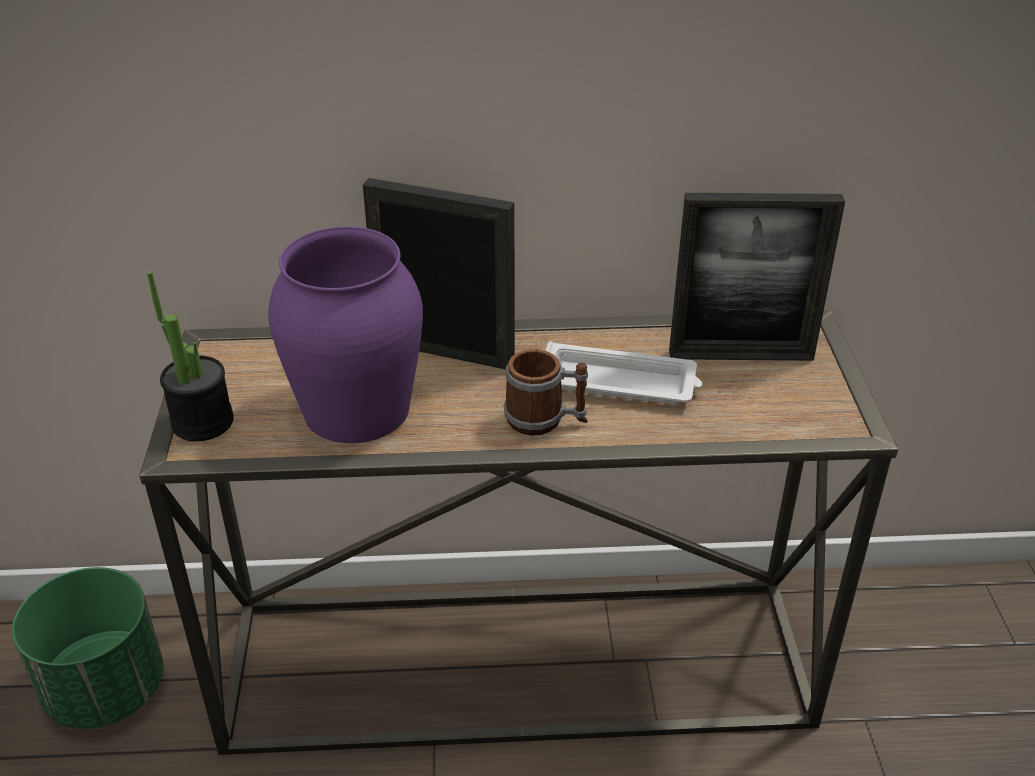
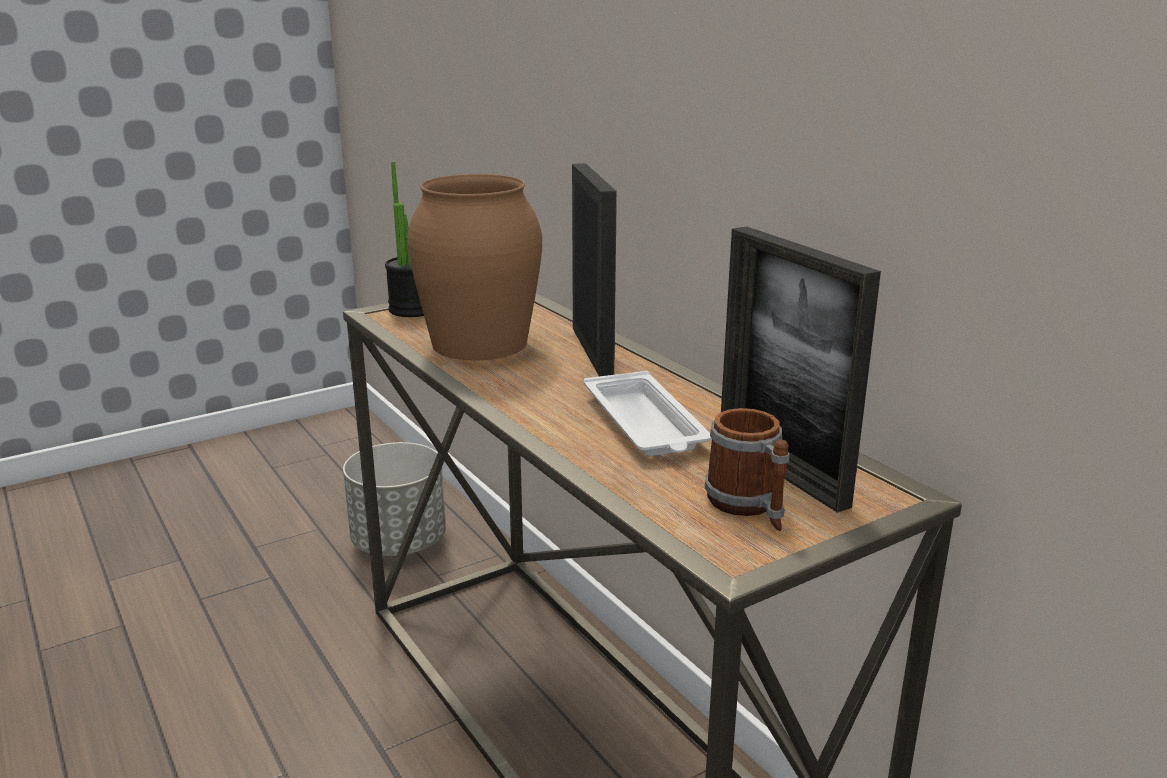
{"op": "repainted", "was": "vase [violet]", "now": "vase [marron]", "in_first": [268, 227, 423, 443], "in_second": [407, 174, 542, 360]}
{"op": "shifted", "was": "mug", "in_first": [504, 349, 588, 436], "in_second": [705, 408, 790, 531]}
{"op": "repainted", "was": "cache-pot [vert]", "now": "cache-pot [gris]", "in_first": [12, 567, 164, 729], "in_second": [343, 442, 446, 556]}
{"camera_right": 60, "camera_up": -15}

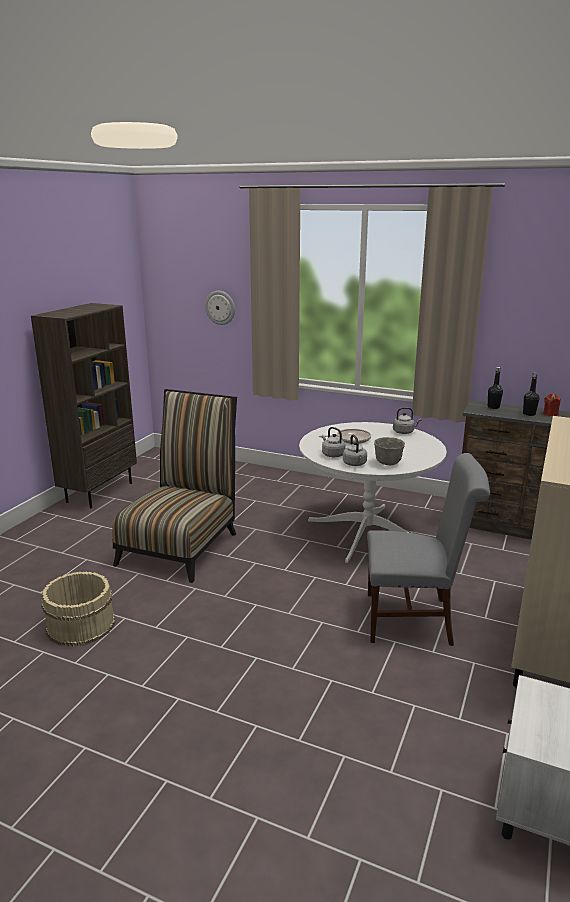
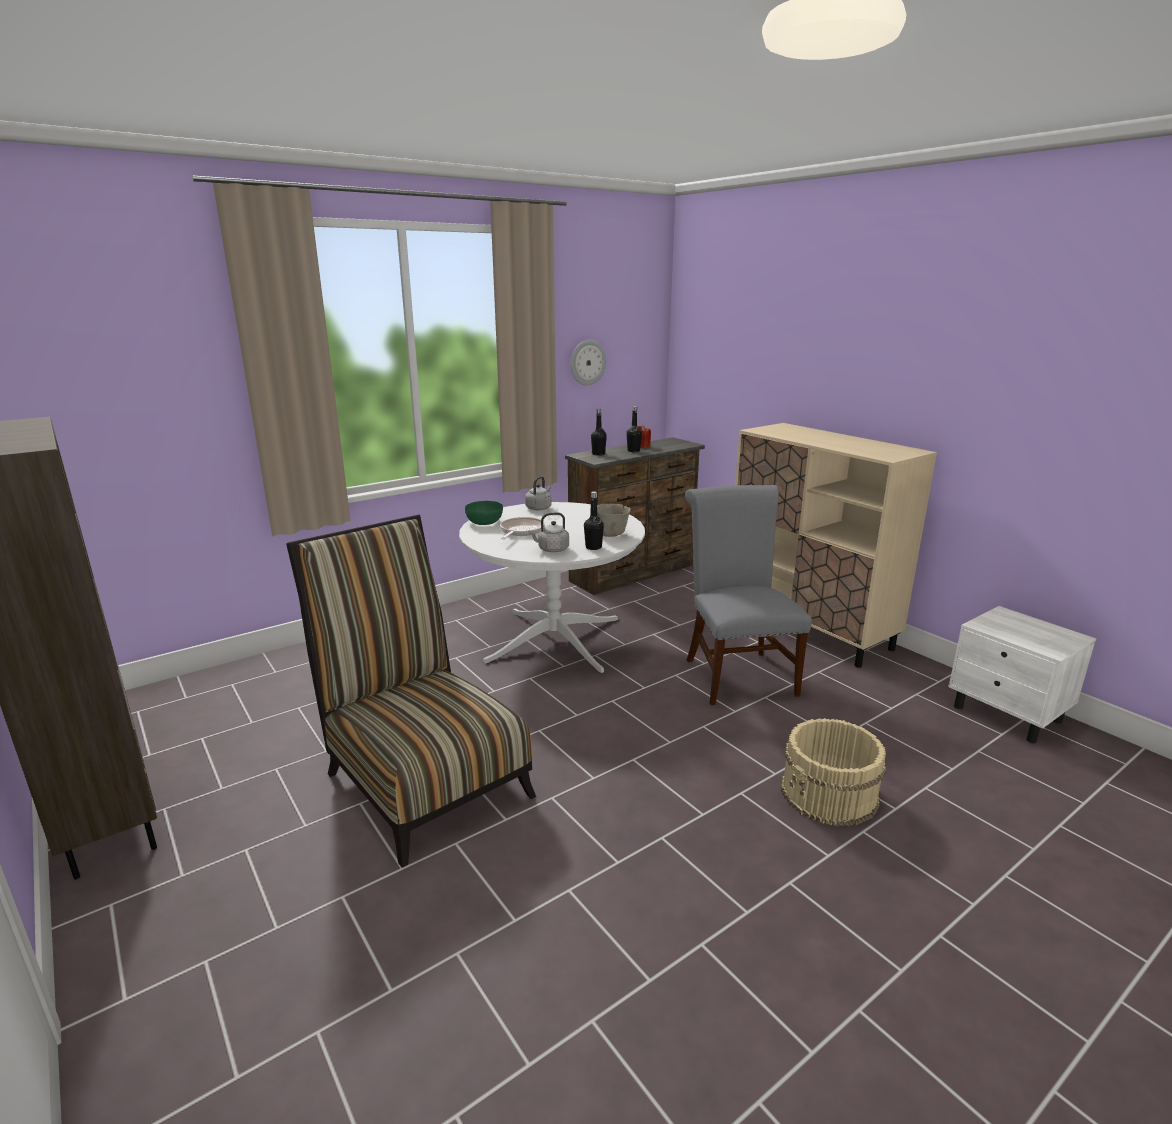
{"op": "shifted", "was": "horloge murale", "in_first": [205, 291, 235, 325], "in_second": [570, 340, 606, 386]}
{"op": "swapped", "was": "bouilloire [gris]", "now": "bouteille [noir]", "in_first": [343, 434, 367, 466], "in_second": [584, 491, 604, 550]}
{"op": "rotated", "was": "chaise [gris]", "in_first": [367, 453, 490, 646], "in_second": [685, 485, 812, 705], "clockwise": -45}
{"op": "shifted", "was": "seau [beige]", "in_first": [41, 572, 115, 646], "in_second": [781, 718, 886, 827]}
{"op": "new", "now": "bol [vert]", "in_second": [465, 501, 503, 525]}
{"camera_right": -60, "camera_up": 0}

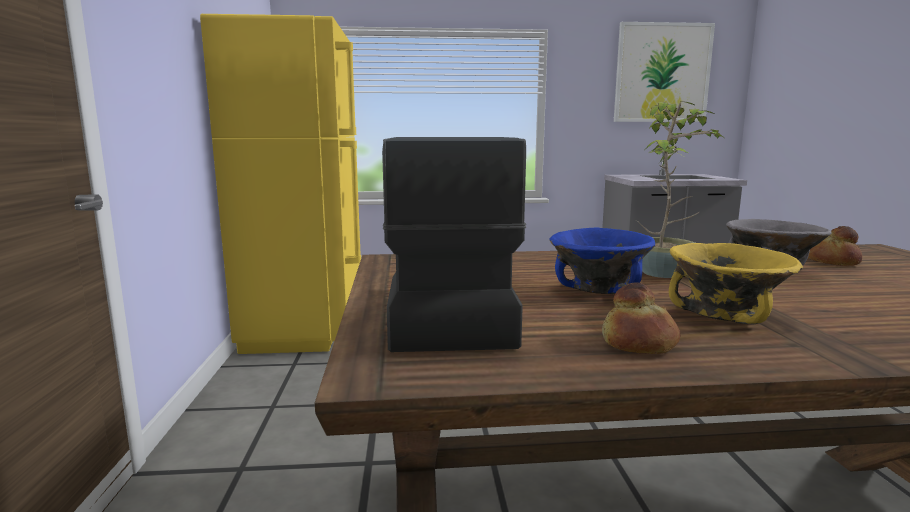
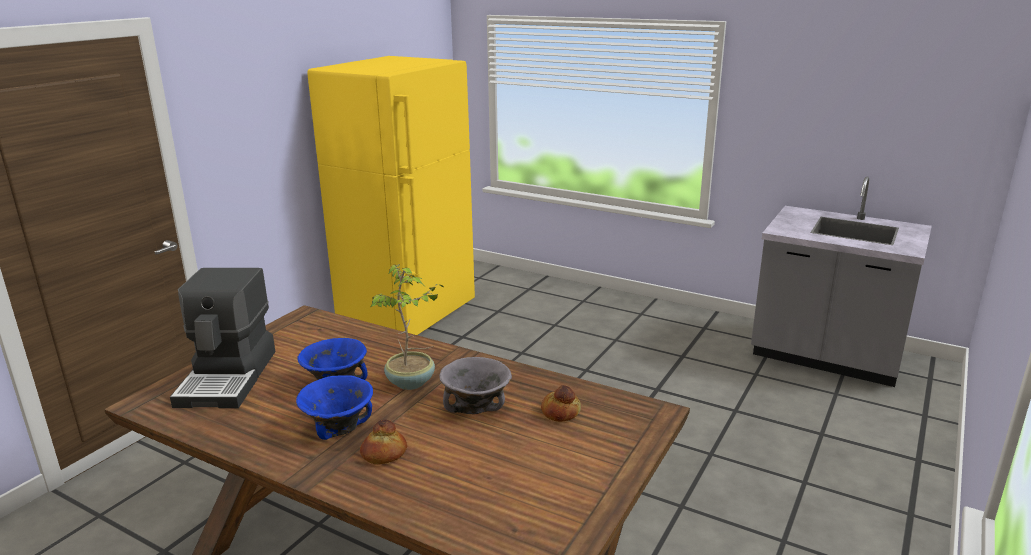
{"op": "gone", "was": "tableau", "in_first": [614, 22, 715, 122]}
{"op": "rotated", "was": "machine à café", "in_first": [382, 137, 526, 352], "in_second": [170, 268, 275, 408], "clockwise": 150}
{"op": "repainted", "was": "bol [jaune]", "now": "bol [bleu]", "in_first": [669, 243, 803, 324], "in_second": [296, 375, 373, 440]}
{"op": "shifted", "was": "pain", "in_first": [602, 283, 680, 354], "in_second": [360, 419, 407, 465]}
{"camera_right": 35, "camera_up": 10}

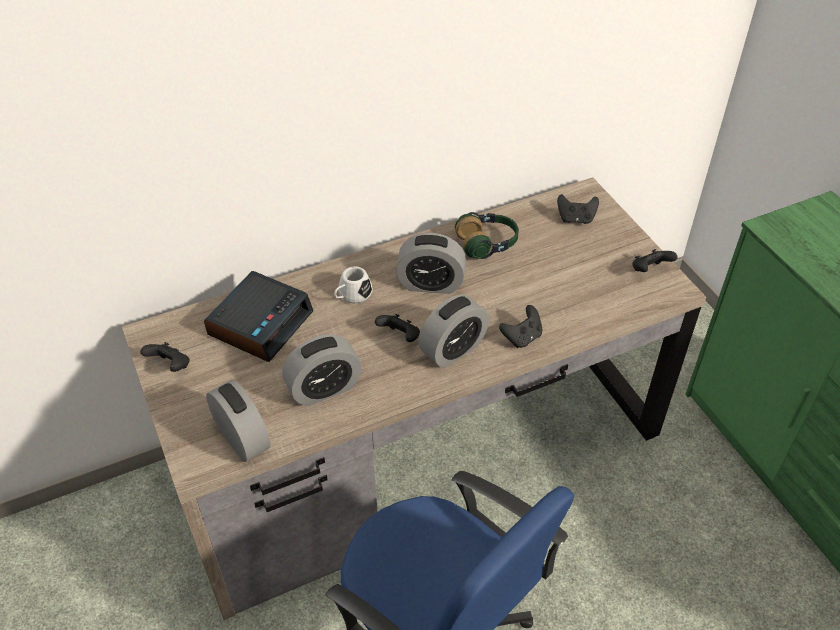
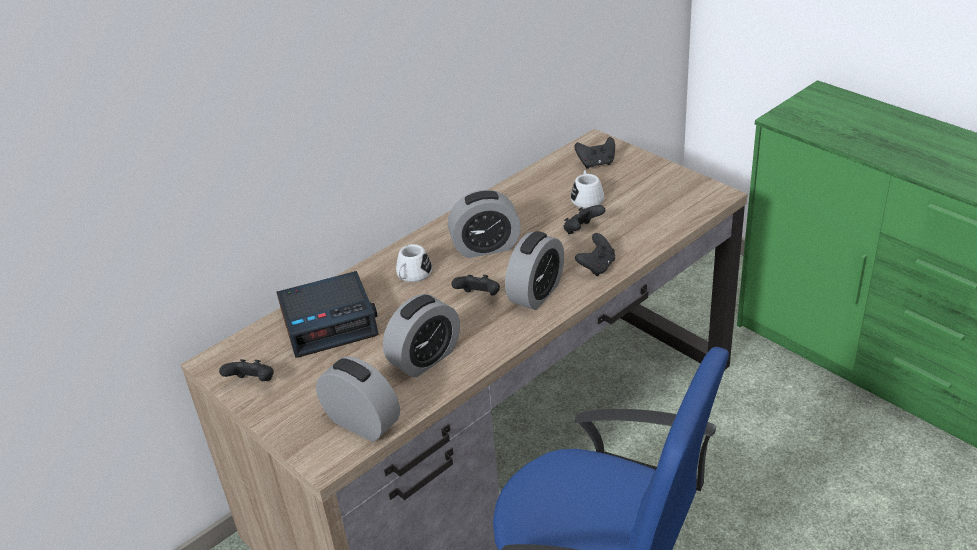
{"op": "gone", "was": "casque audio", "in_first": [455, 212, 519, 259]}
{"op": "shifted", "was": "manette [noir]", "in_first": [632, 249, 677, 272], "in_second": [563, 205, 605, 234]}
{"op": "rotated", "was": "réveil", "in_first": [204, 271, 313, 362], "in_second": [277, 271, 379, 357], "clockwise": 60}
{"op": "new", "now": "mug [blanc]", "in_second": [571, 170, 604, 209]}
{"camera_right": -15, "camera_up": -10}

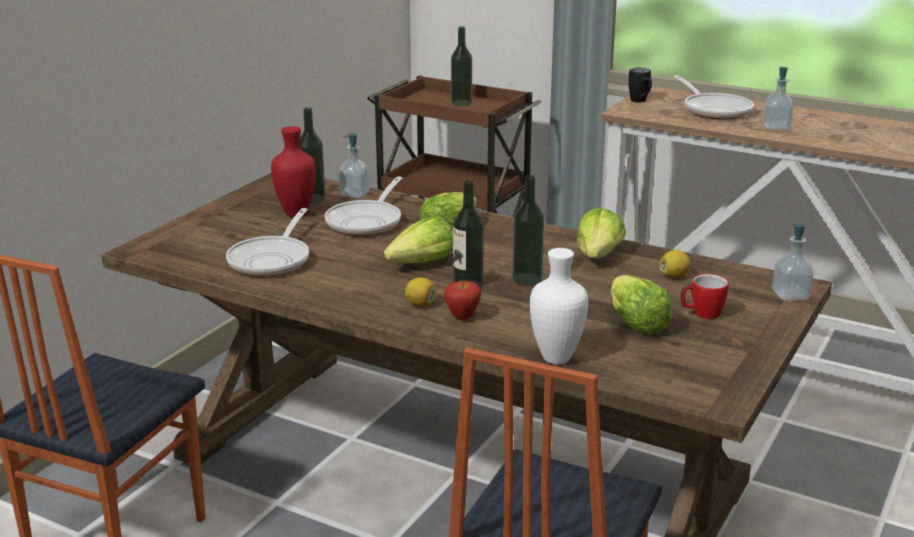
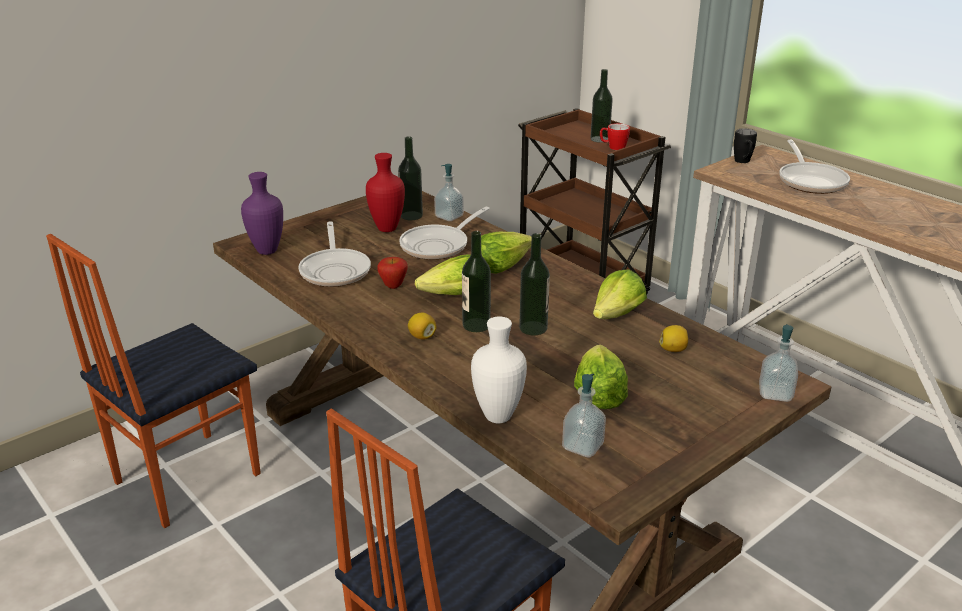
{"op": "shifted", "was": "distributeur de savon", "in_first": [763, 67, 793, 131], "in_second": [562, 374, 606, 458]}
{"op": "rotated", "was": "poêle", "in_first": [226, 208, 309, 277], "in_second": [298, 221, 371, 287], "clockwise": -45}
{"op": "shifted", "was": "mug", "in_first": [681, 274, 729, 319], "in_second": [600, 123, 630, 150]}
{"op": "shifted", "was": "pomme", "in_first": [444, 281, 481, 320], "in_second": [378, 257, 408, 289]}
{"op": "new", "now": "vase [violet]", "in_second": [241, 172, 283, 255]}
{"camera_right": 20, "camera_up": 5}

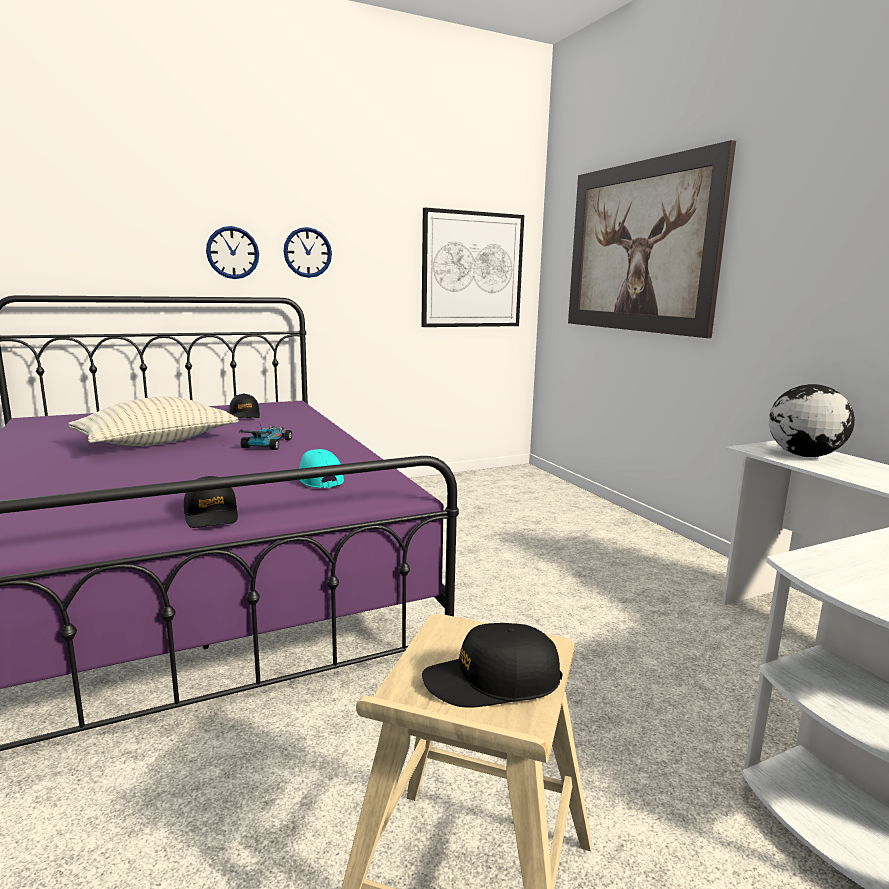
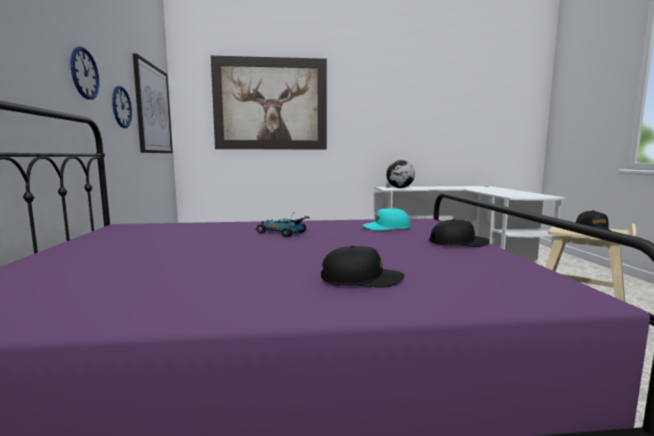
{"op": "shifted", "was": "horloge murale", "in_first": [206, 226, 259, 279], "in_second": [112, 86, 132, 128]}
{"op": "shifted", "was": "casquette [noir]", "in_first": [229, 393, 260, 419], "in_second": [321, 246, 404, 288]}
{"op": "gone", "was": "coussin", "in_first": [68, 397, 239, 446]}
{"camera_right": -70, "camera_up": -5}

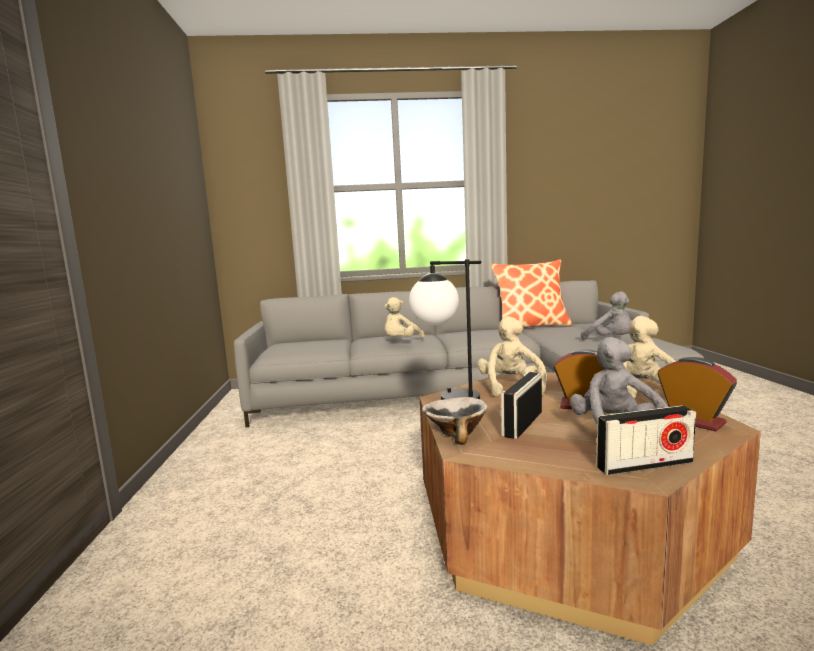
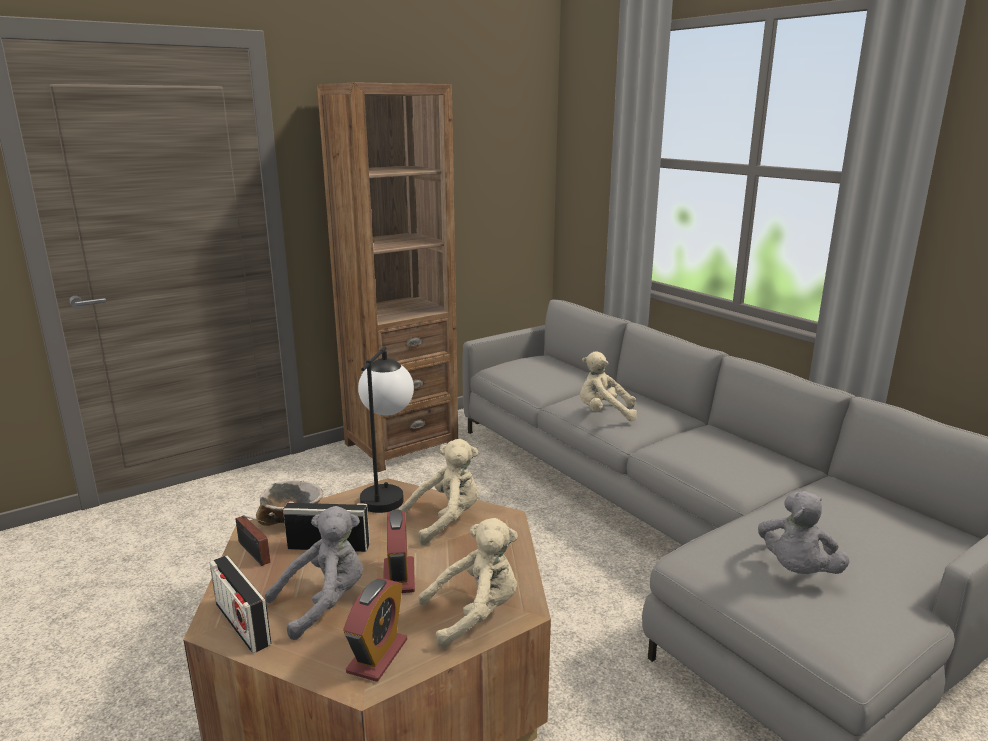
{"op": "gone", "was": "coussin", "in_first": [491, 259, 572, 327]}
{"op": "new", "now": "bibliothèque [marron]", "in_second": [317, 82, 458, 472]}
{"op": "new", "now": "radio", "in_second": [236, 515, 270, 566]}
{"camera_right": 60, "camera_up": 10}

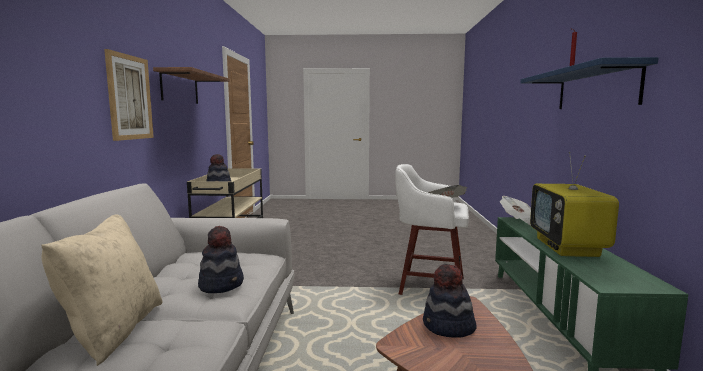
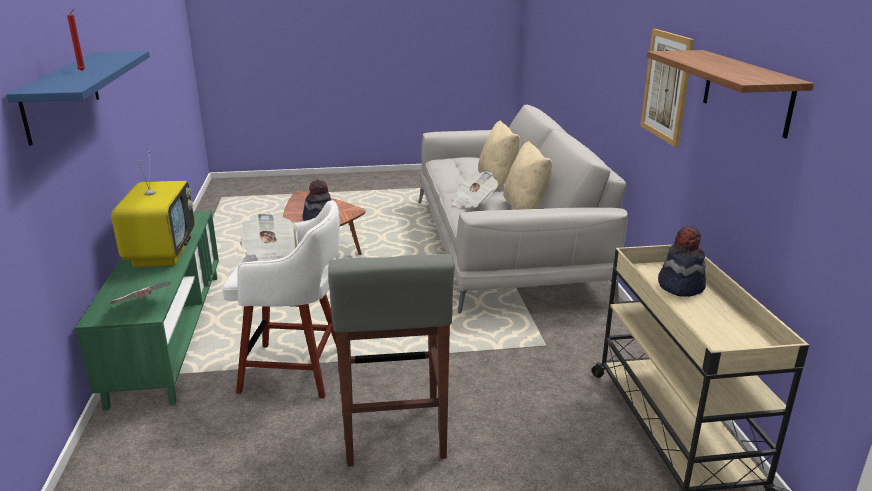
{"op": "swapped", "was": "chapeau", "now": "journal", "in_first": [198, 226, 244, 293], "in_second": [453, 172, 498, 207]}
{"op": "new", "now": "coussin [beige]", "in_second": [503, 141, 552, 210]}
{"op": "new", "now": "tabouret [gris]", "in_second": [328, 254, 455, 467]}
{"camera_right": 170, "camera_up": 15}

